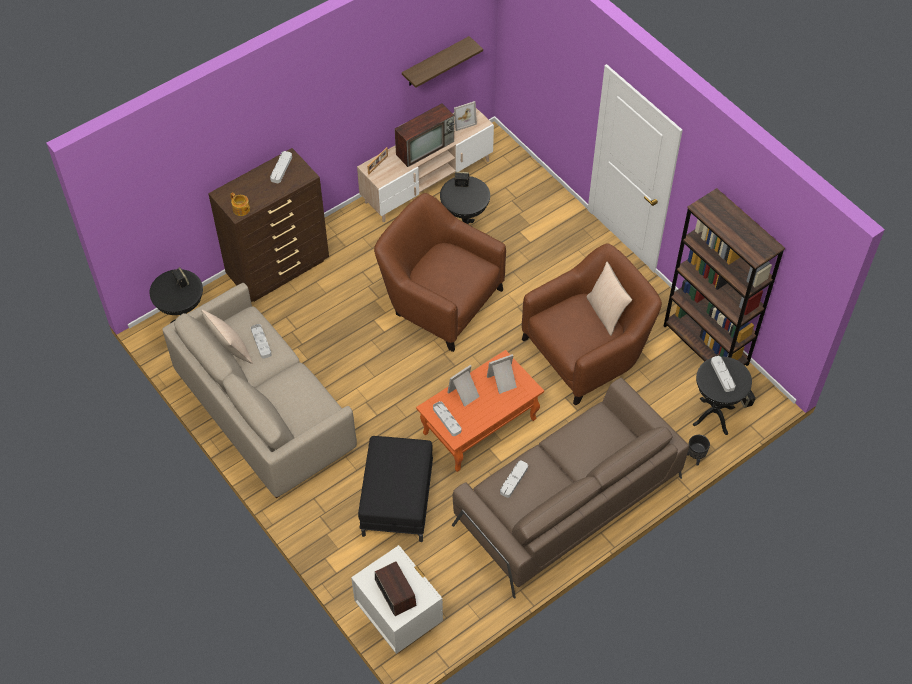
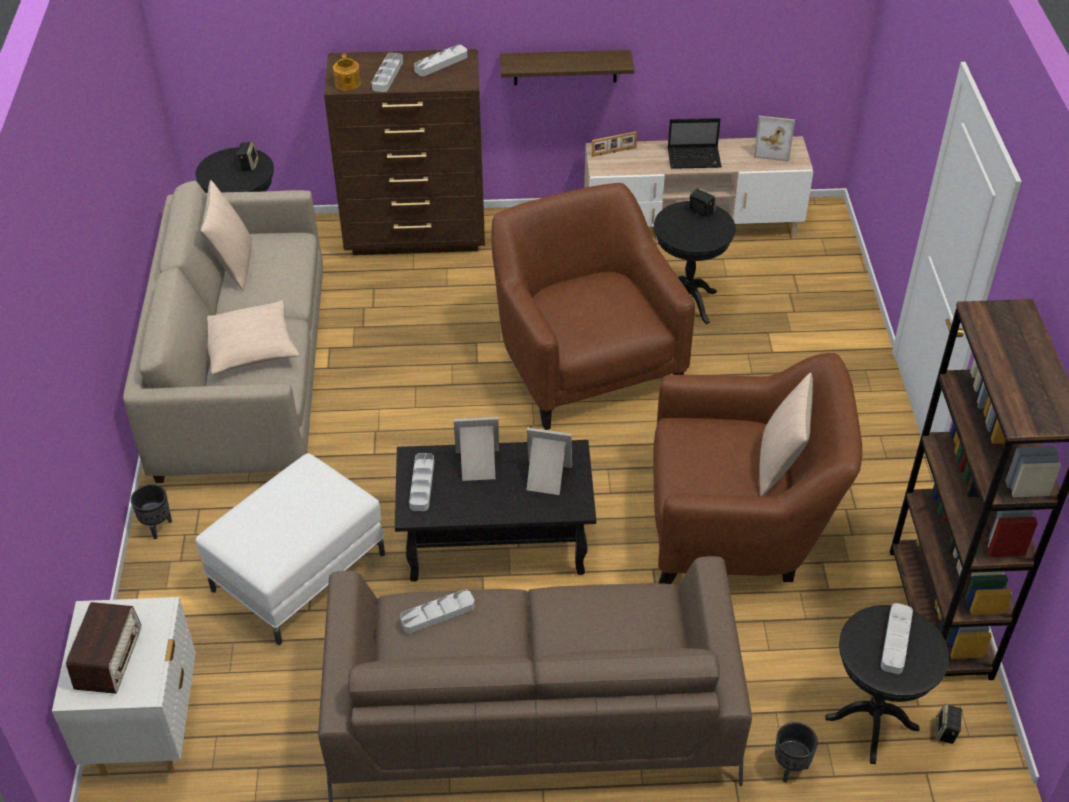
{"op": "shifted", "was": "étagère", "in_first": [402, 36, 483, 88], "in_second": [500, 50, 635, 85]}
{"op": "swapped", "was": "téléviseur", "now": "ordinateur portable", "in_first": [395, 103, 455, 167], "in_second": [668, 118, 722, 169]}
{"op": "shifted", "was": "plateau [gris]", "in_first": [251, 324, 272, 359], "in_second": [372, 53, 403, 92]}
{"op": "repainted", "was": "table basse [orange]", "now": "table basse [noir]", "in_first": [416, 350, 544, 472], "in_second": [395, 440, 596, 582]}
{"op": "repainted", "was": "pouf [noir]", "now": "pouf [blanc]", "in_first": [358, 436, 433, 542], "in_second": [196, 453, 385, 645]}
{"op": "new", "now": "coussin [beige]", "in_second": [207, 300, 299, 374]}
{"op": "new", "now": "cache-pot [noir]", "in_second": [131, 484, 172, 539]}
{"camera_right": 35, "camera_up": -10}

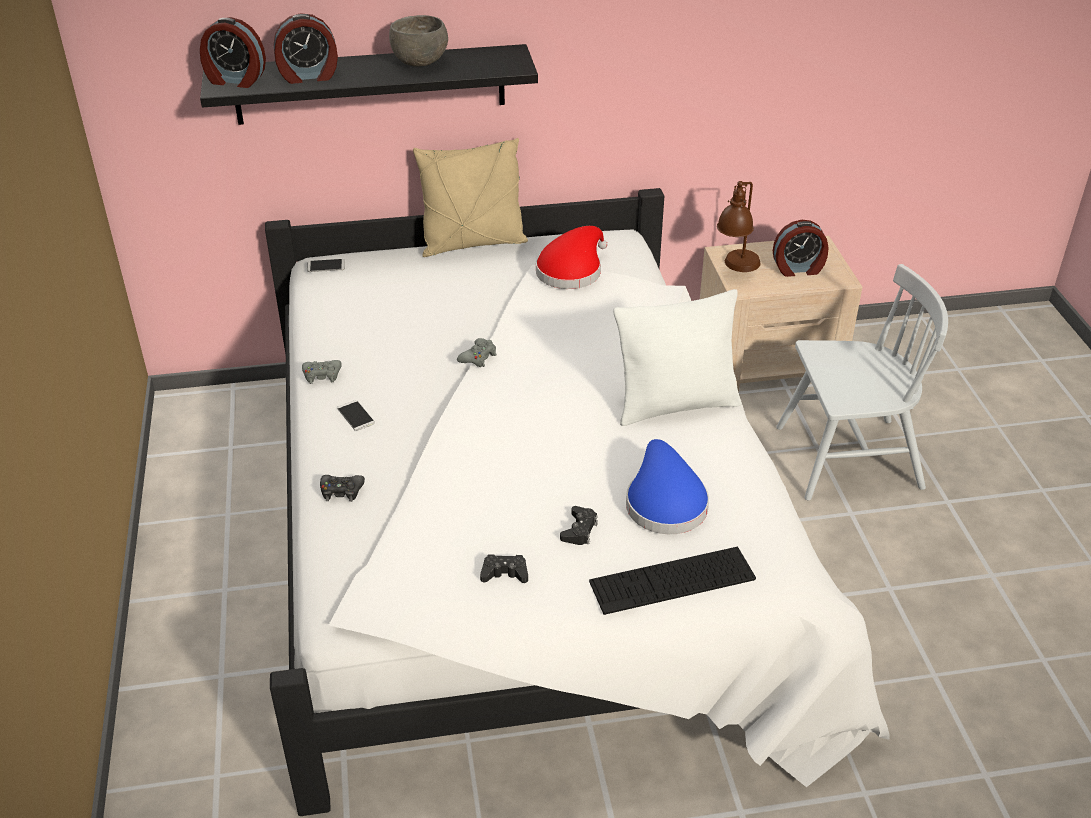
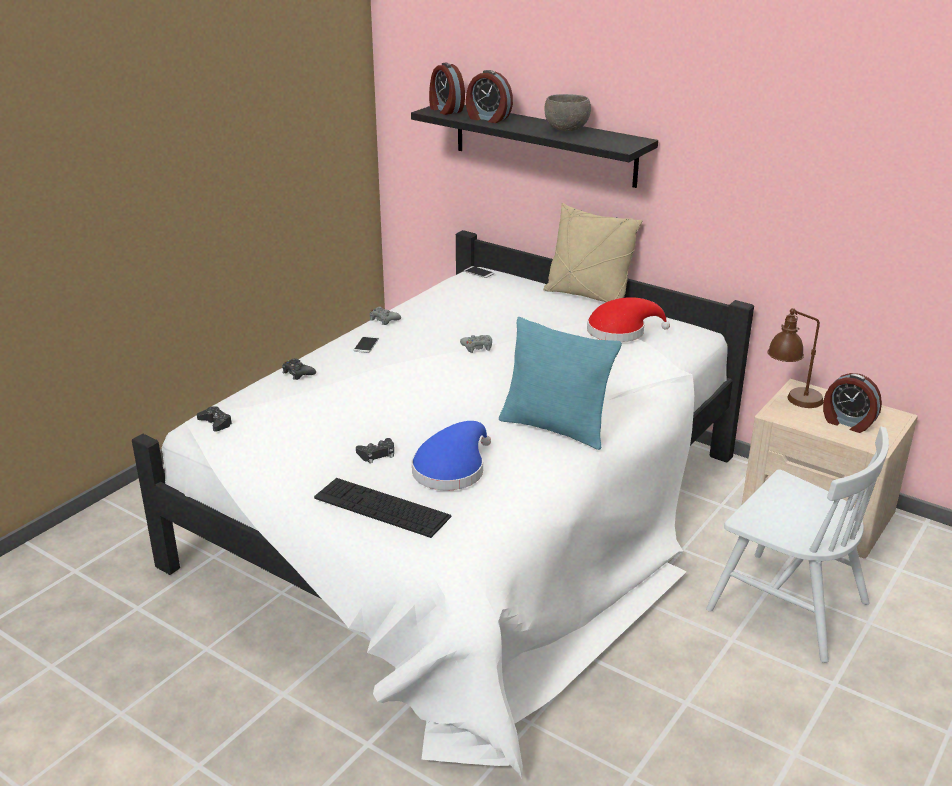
{"op": "repainted", "was": "coussin [blanc]", "now": "coussin [turquoise]", "in_first": [614, 289, 741, 426], "in_second": [499, 317, 622, 450]}
{"op": "shifted", "was": "manette [noir]", "in_first": [480, 554, 528, 583], "in_second": [197, 406, 232, 432]}
{"camera_right": 45, "camera_up": -10}

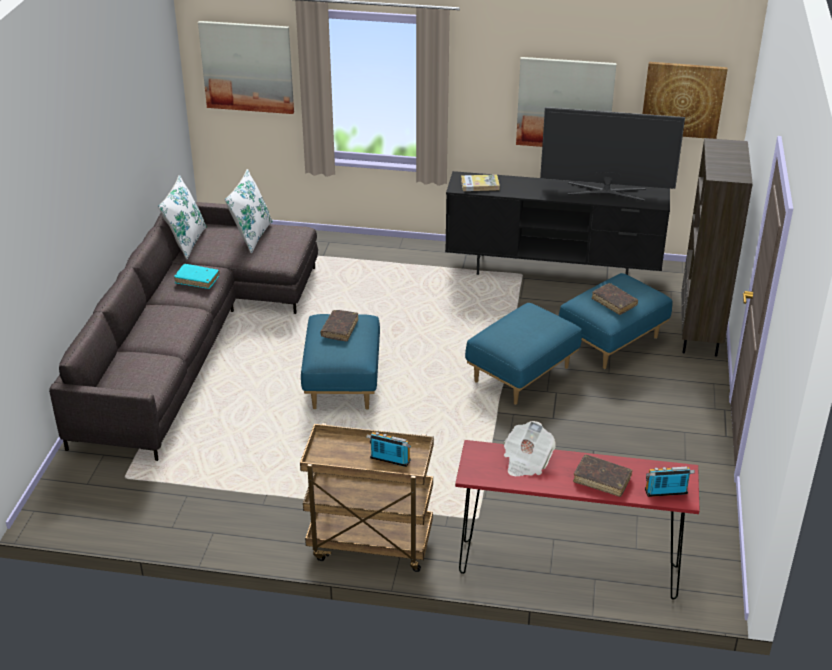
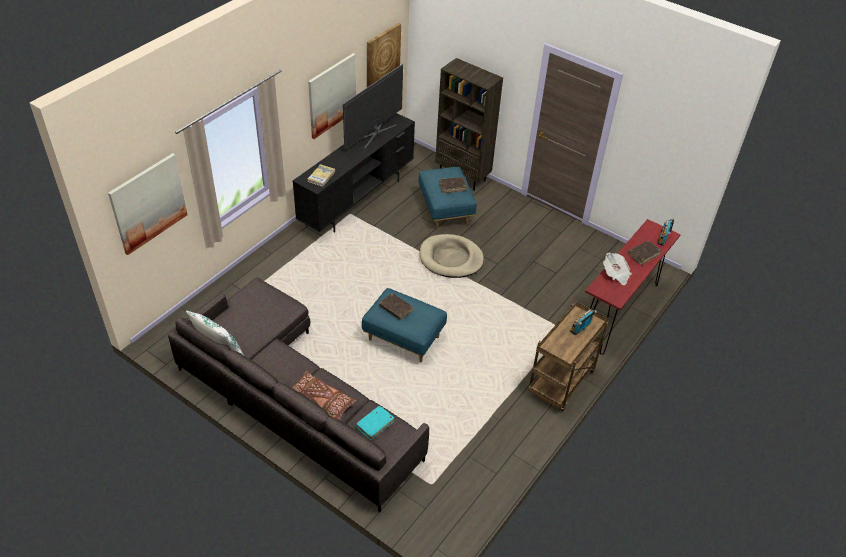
{"op": "gone", "was": "coussin [blanc]", "in_first": [225, 169, 273, 253]}
{"op": "shifted", "was": "livre [turquoise]", "in_first": [174, 264, 220, 289], "in_second": [356, 406, 394, 440]}
{"op": "swapped", "was": "pouf [bleu]", "now": "panier pour chien [beige]", "in_first": [465, 303, 582, 405], "in_second": [420, 234, 484, 278]}
{"op": "new", "now": "coussin [marron]", "in_second": [291, 371, 356, 420]}
{"camera_right": -65, "camera_up": 10}

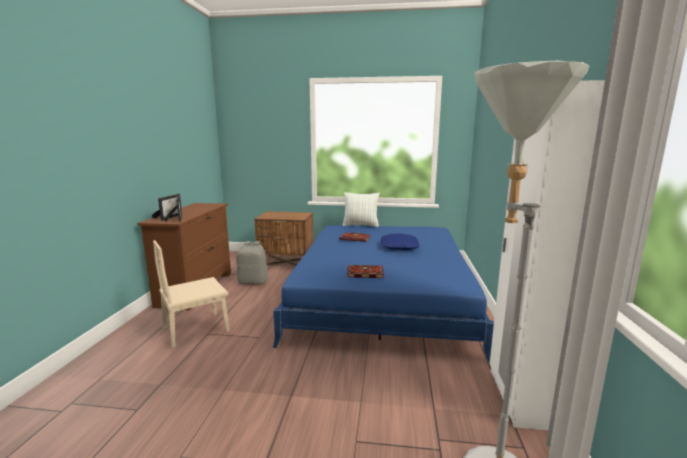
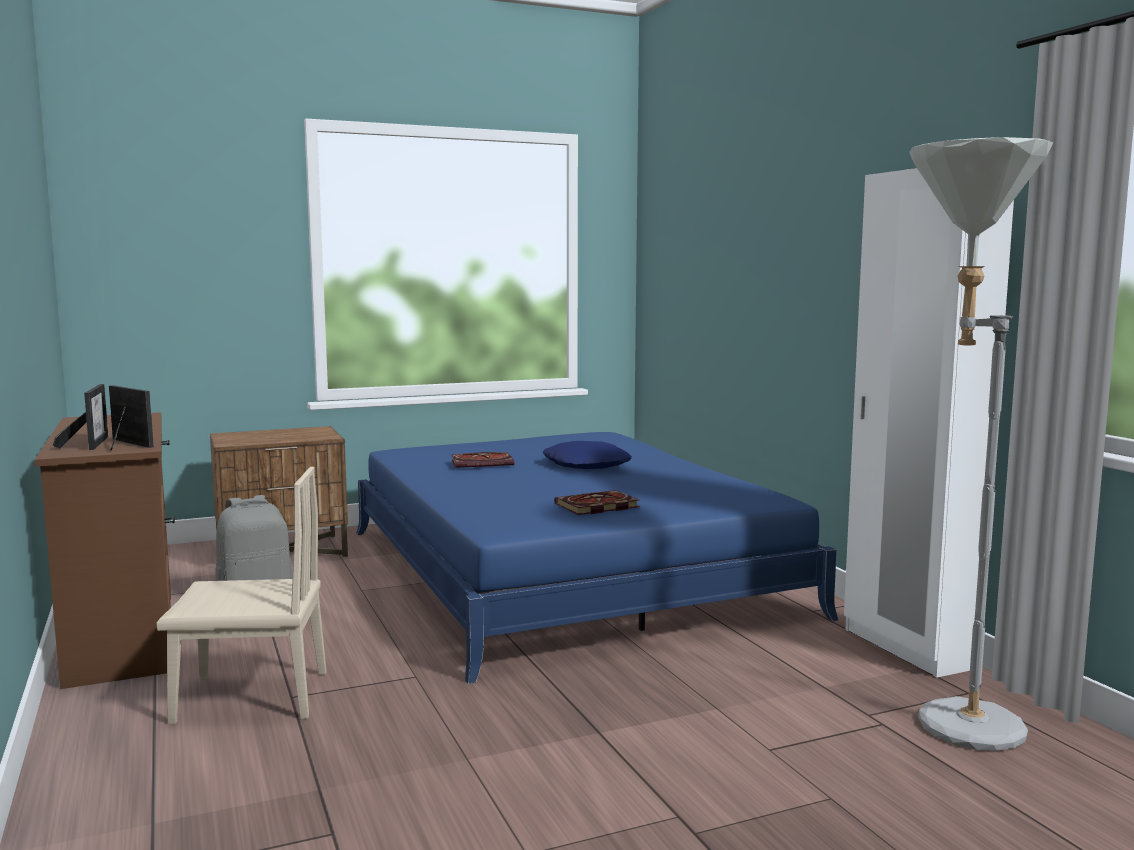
{"op": "gone", "was": "coussin", "in_first": [343, 192, 379, 227]}
{"op": "rotated", "was": "chaise [beige]", "in_first": [153, 240, 230, 348], "in_second": [156, 467, 326, 724], "clockwise": -120}
{"camera_right": -30, "camera_up": -5}

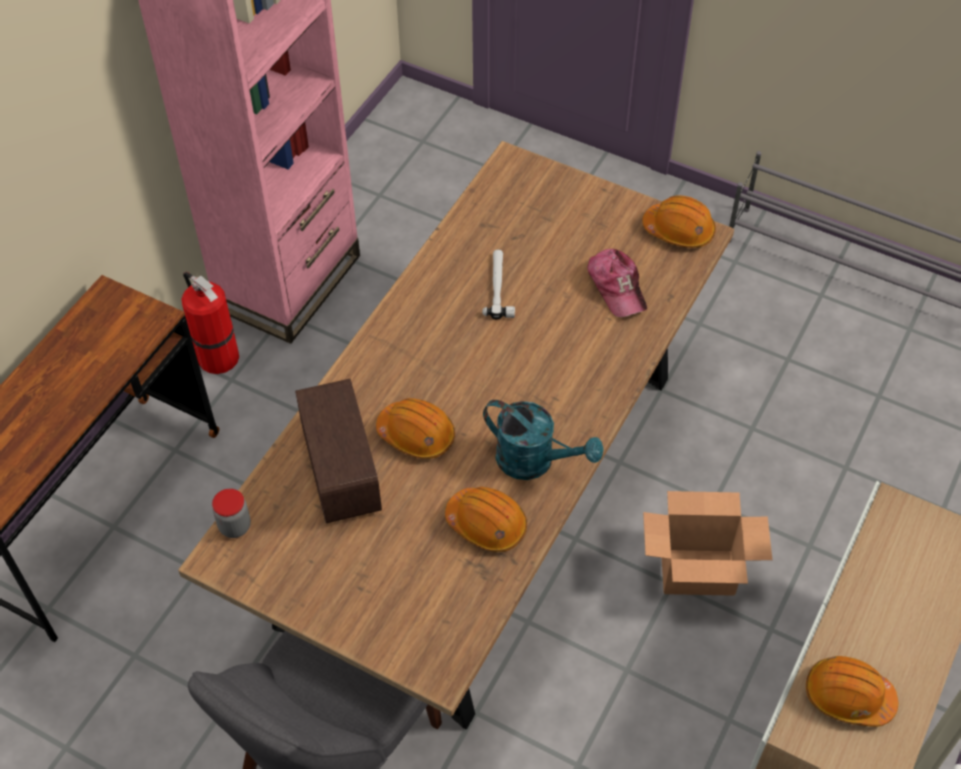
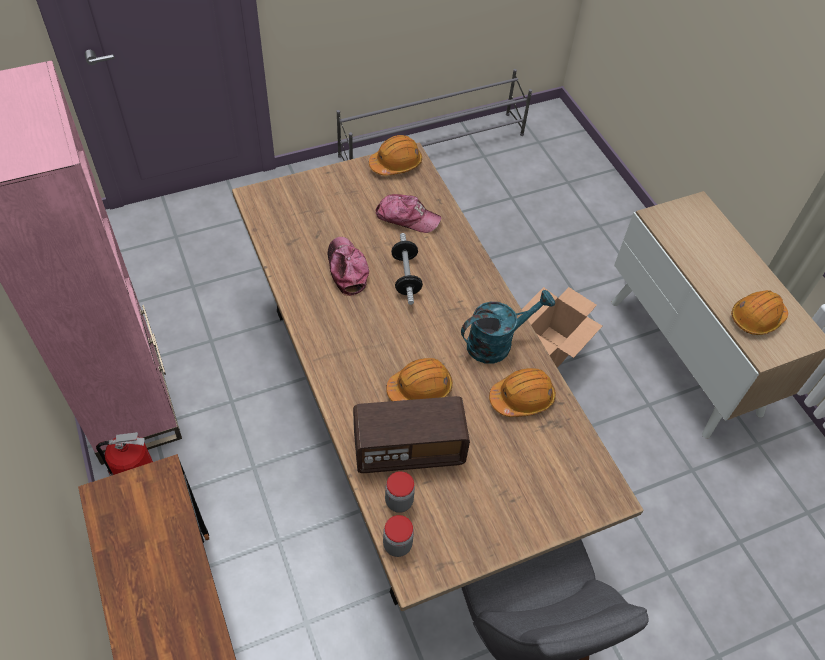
{"op": "swapped", "was": "marteau", "now": "casquette", "in_first": [482, 250, 515, 319], "in_second": [328, 237, 369, 296]}
{"op": "rotated", "was": "radio", "in_first": [295, 379, 382, 523], "in_second": [353, 396, 470, 473], "clockwise": 150}
{"op": "new", "now": "haltère", "in_second": [391, 233, 423, 305]}
{"op": "new", "now": "bocal", "in_second": [385, 471, 415, 513]}
{"camera_right": -55, "camera_up": 0}

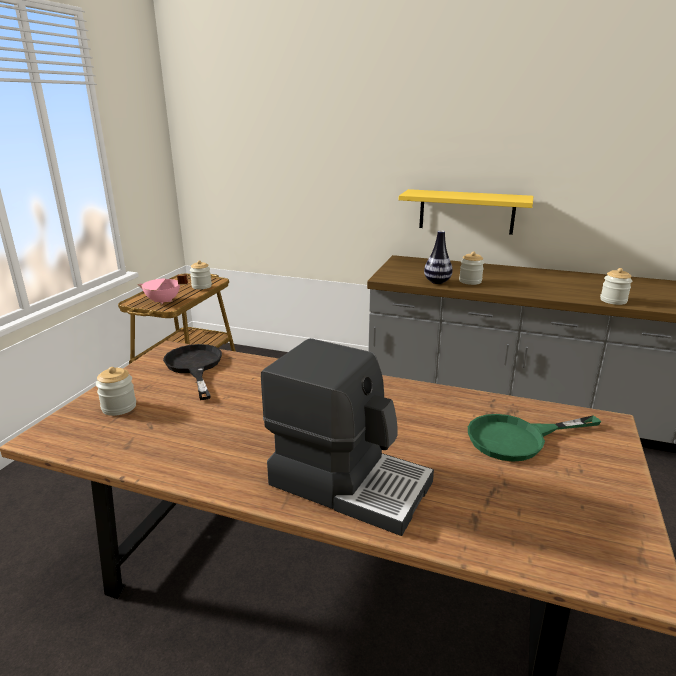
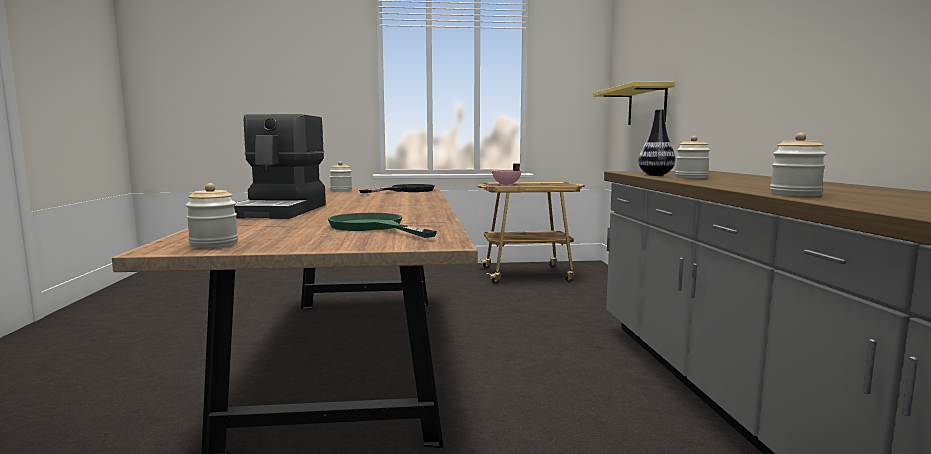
{"op": "shifted", "was": "étagère [jaune]", "in_first": [399, 189, 534, 235], "in_second": [593, 81, 675, 125]}
{"op": "shifted", "was": "bocal", "in_first": [190, 260, 212, 289], "in_second": [186, 183, 238, 248]}
{"camera_right": 65, "camera_up": -15}

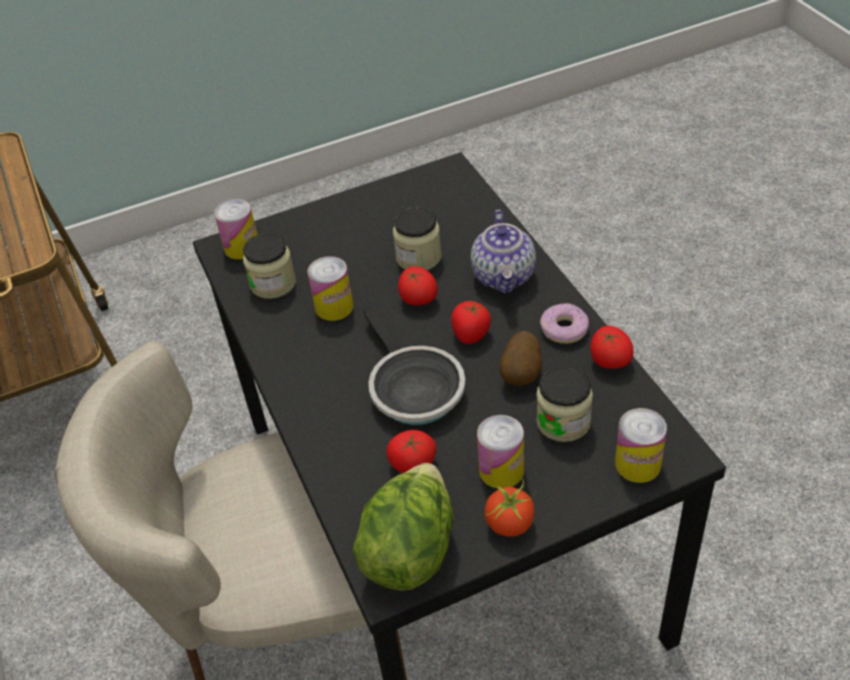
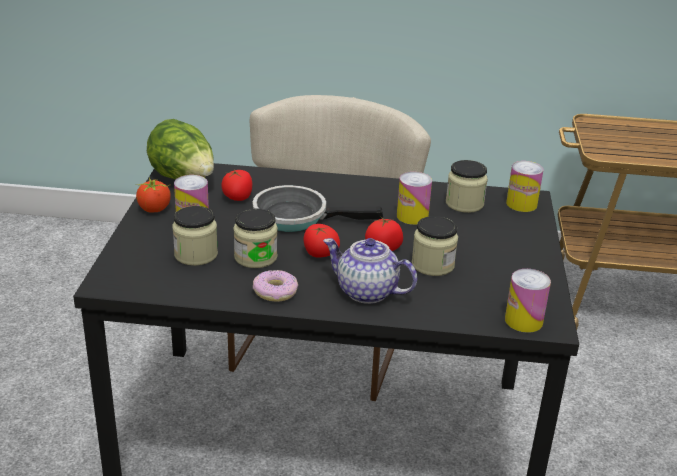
{"op": "gone", "was": "tomate", "in_first": [590, 326, 633, 369]}
{"op": "swapped", "was": "pomme de terre", "now": "bocal", "in_first": [500, 331, 542, 386], "in_second": [233, 208, 278, 268]}
{"op": "shifted", "was": "boîte métallique", "in_first": [615, 408, 667, 483], "in_second": [505, 269, 551, 333]}
{"camera_right": 115, "camera_up": -15}

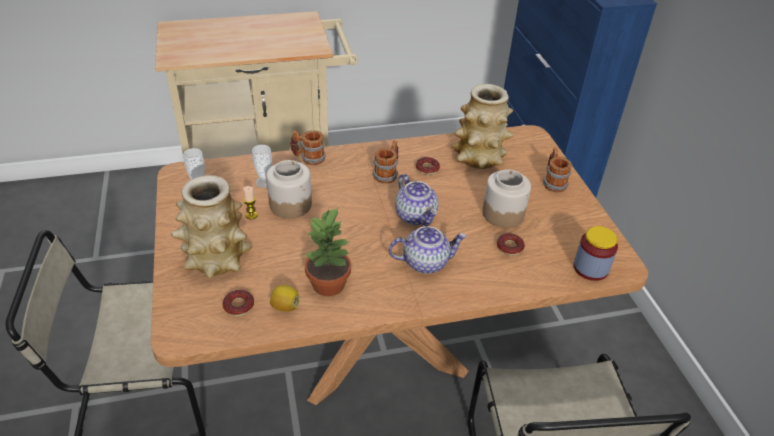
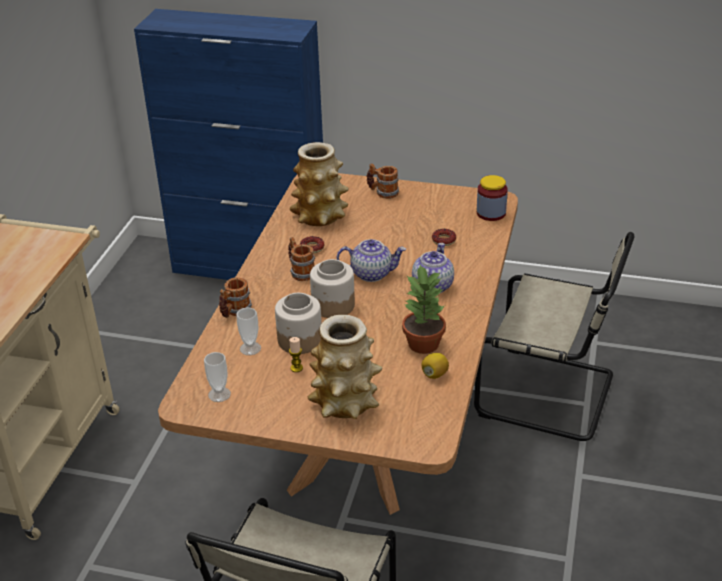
{"op": "shifted", "was": "bocal", "in_first": [482, 169, 531, 228], "in_second": [310, 259, 355, 318]}
{"op": "gone", "was": "beignet", "in_first": [223, 290, 254, 316]}
{"camera_right": -60, "camera_up": -5}

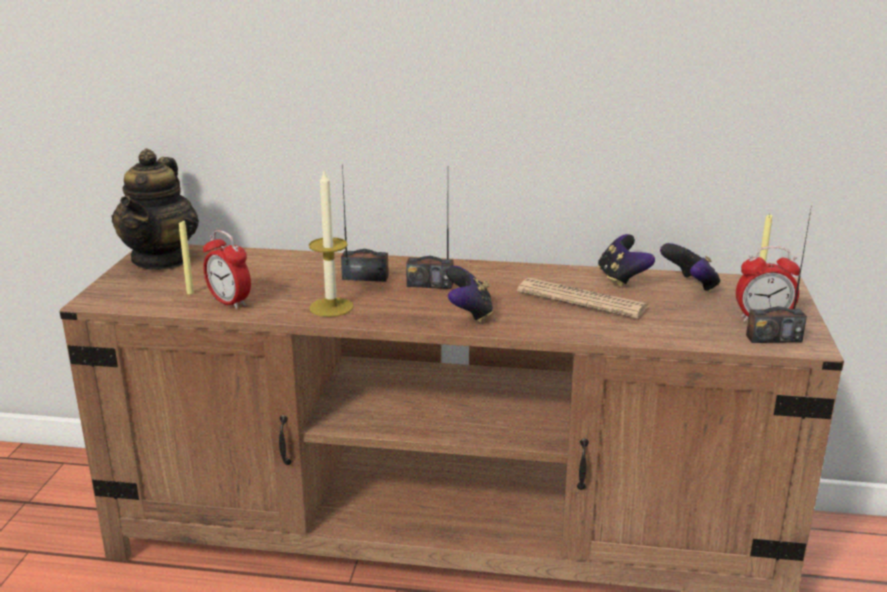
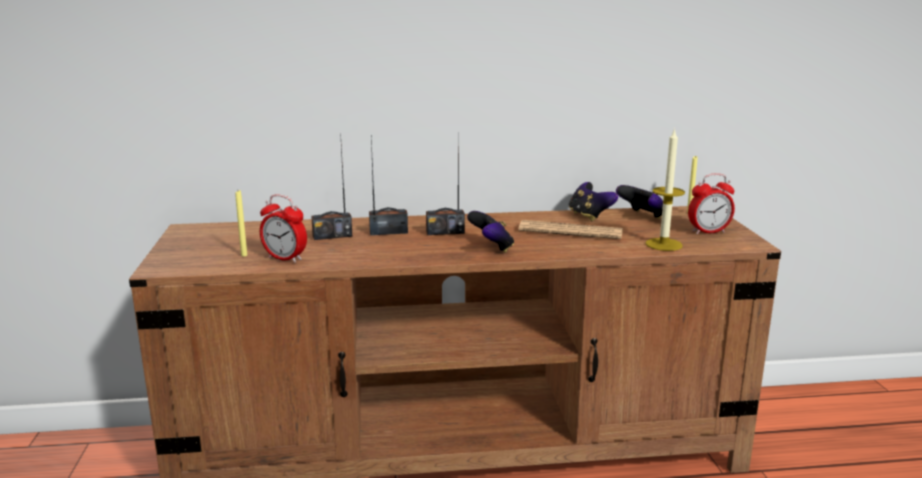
{"op": "gone", "was": "théière", "in_first": [112, 149, 199, 270]}
{"op": "shifted", "was": "bougie", "in_first": [309, 171, 354, 317], "in_second": [646, 128, 685, 251]}
{"op": "shifted", "was": "radio", "in_first": [746, 205, 812, 343], "in_second": [311, 146, 352, 240]}
{"camera_right": -15, "camera_up": -5}

